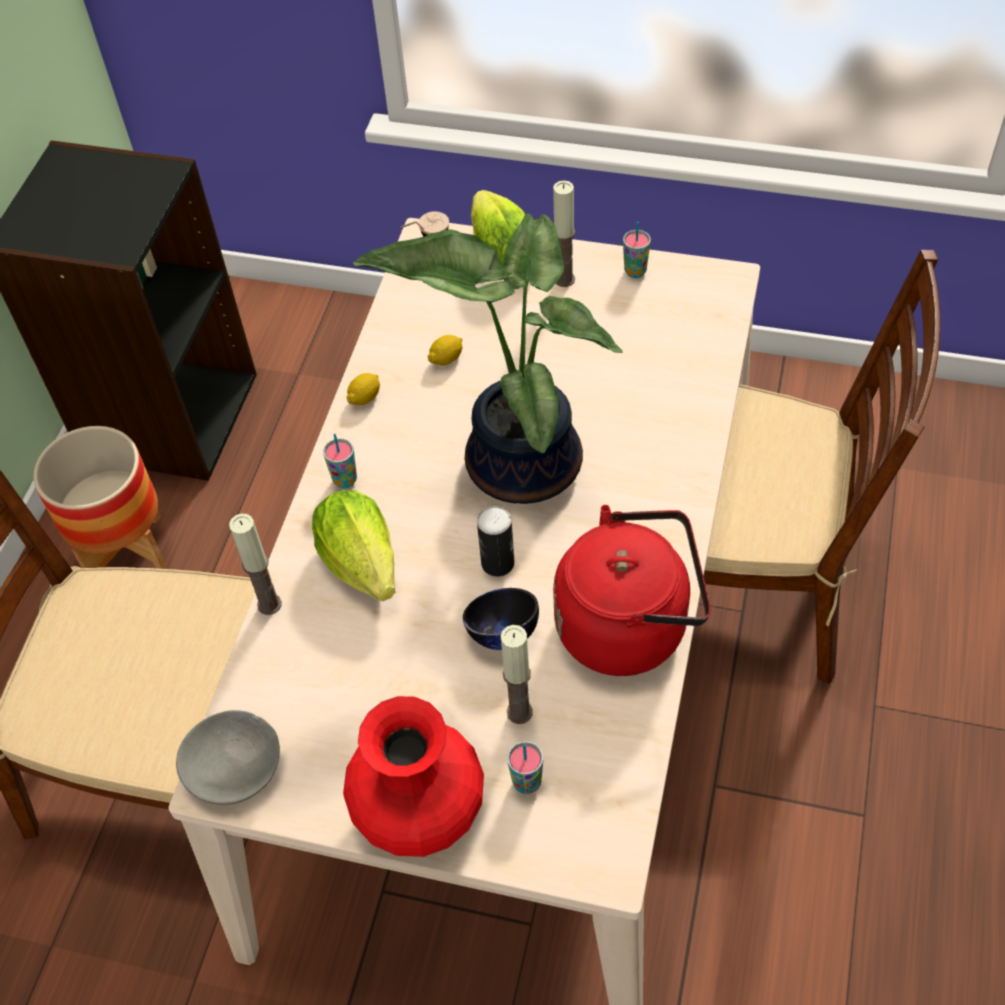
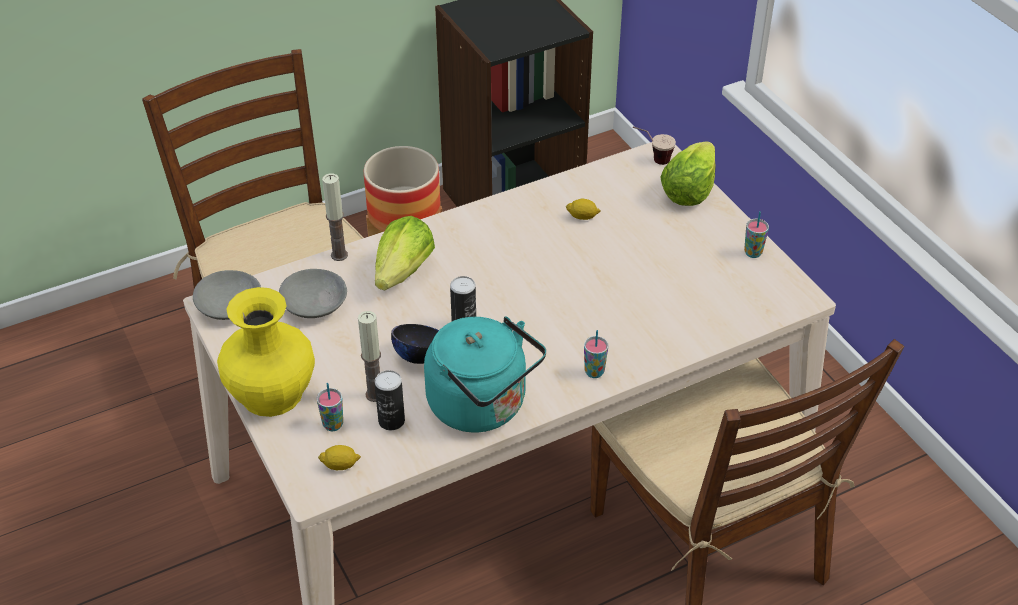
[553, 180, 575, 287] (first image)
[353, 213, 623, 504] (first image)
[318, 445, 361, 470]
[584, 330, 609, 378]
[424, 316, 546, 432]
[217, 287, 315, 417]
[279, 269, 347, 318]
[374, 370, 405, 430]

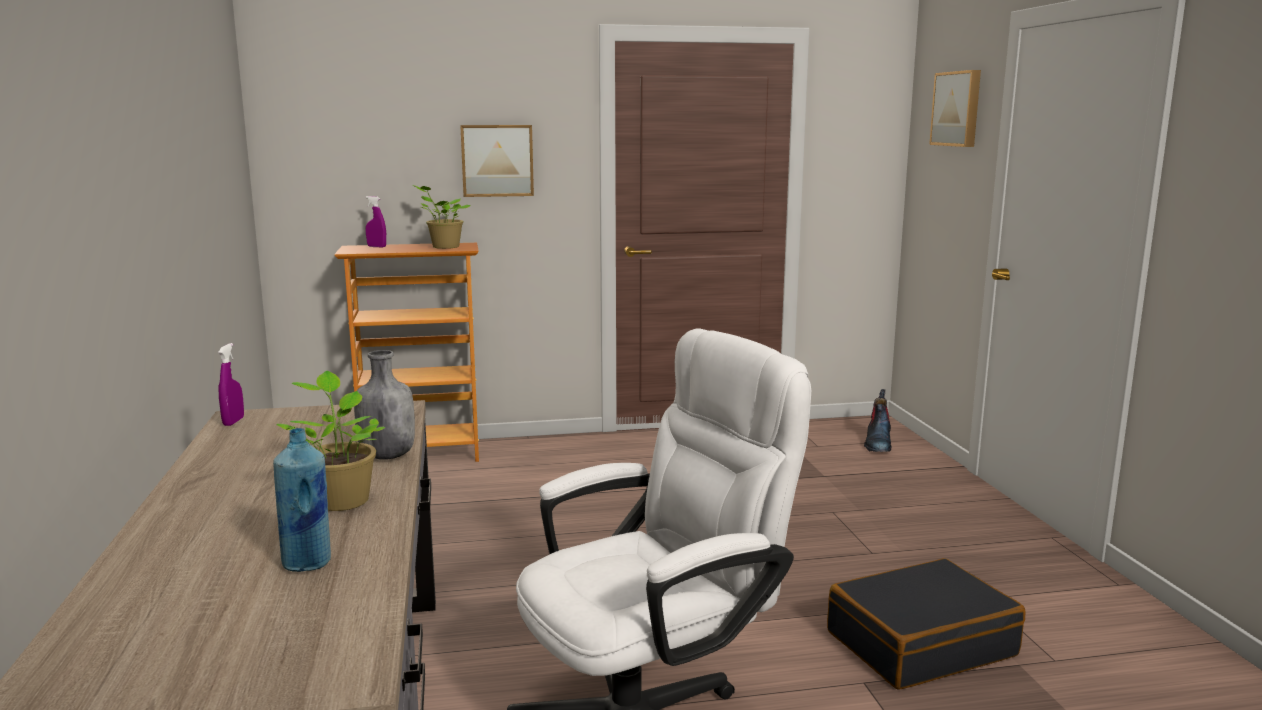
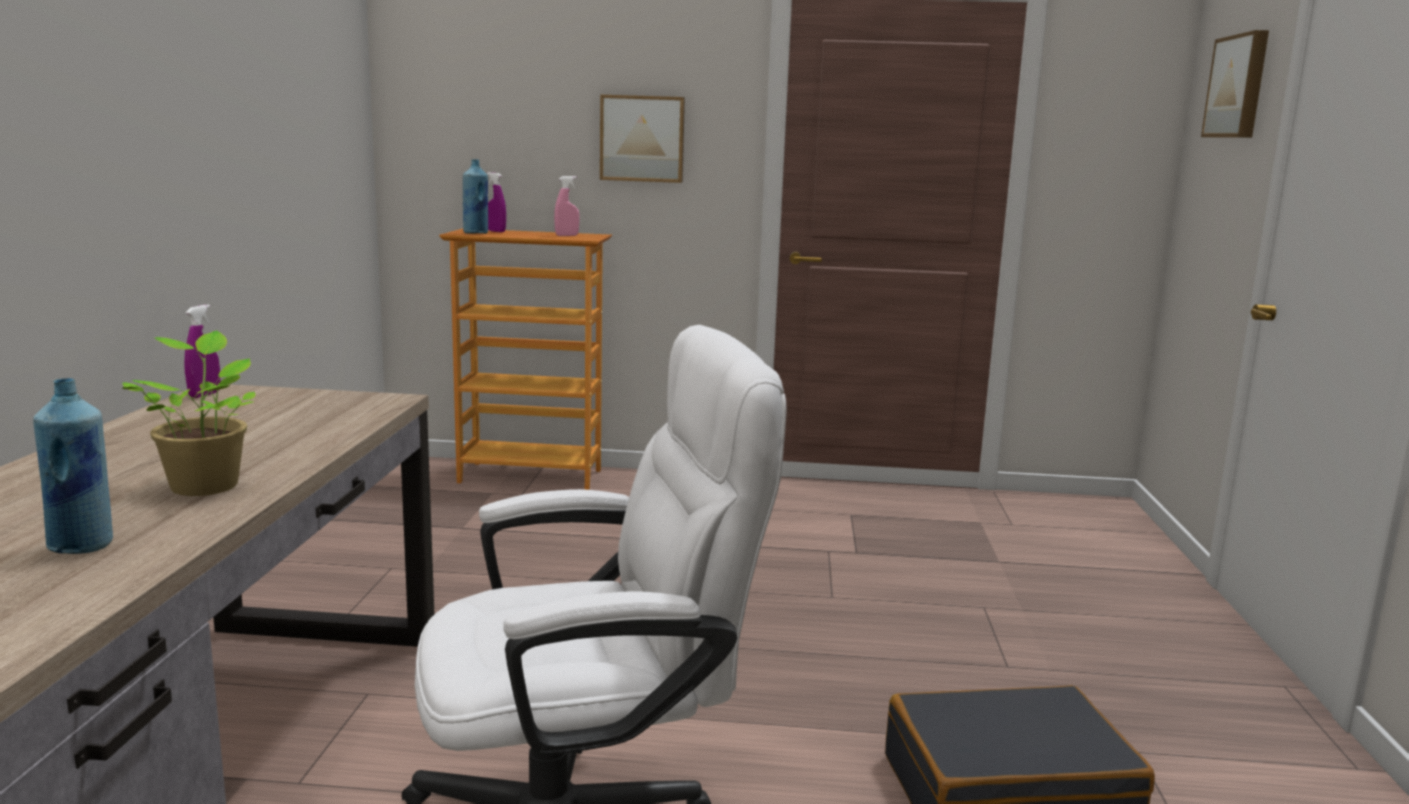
[554, 176, 580, 236]
[354, 350, 415, 460] (first image)
[864, 389, 892, 452] (first image)
[463, 159, 488, 234]

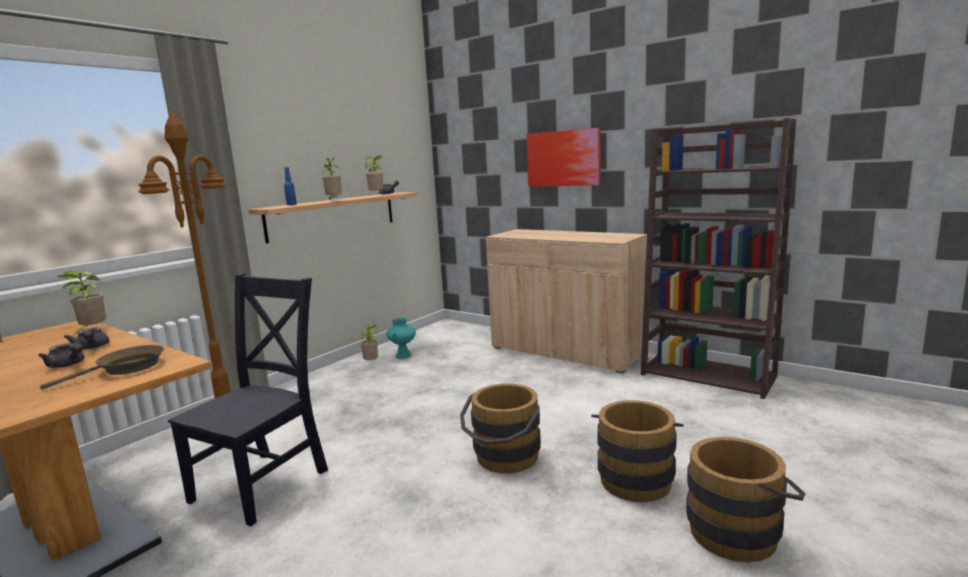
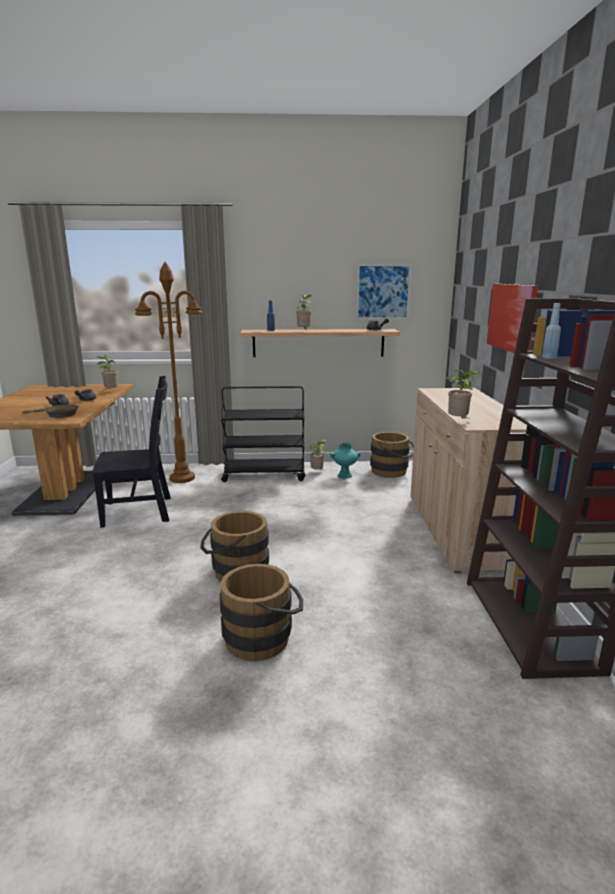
[448, 370, 479, 420]
[370, 432, 414, 478]
[356, 264, 411, 319]
[542, 303, 561, 359]
[221, 386, 305, 482]

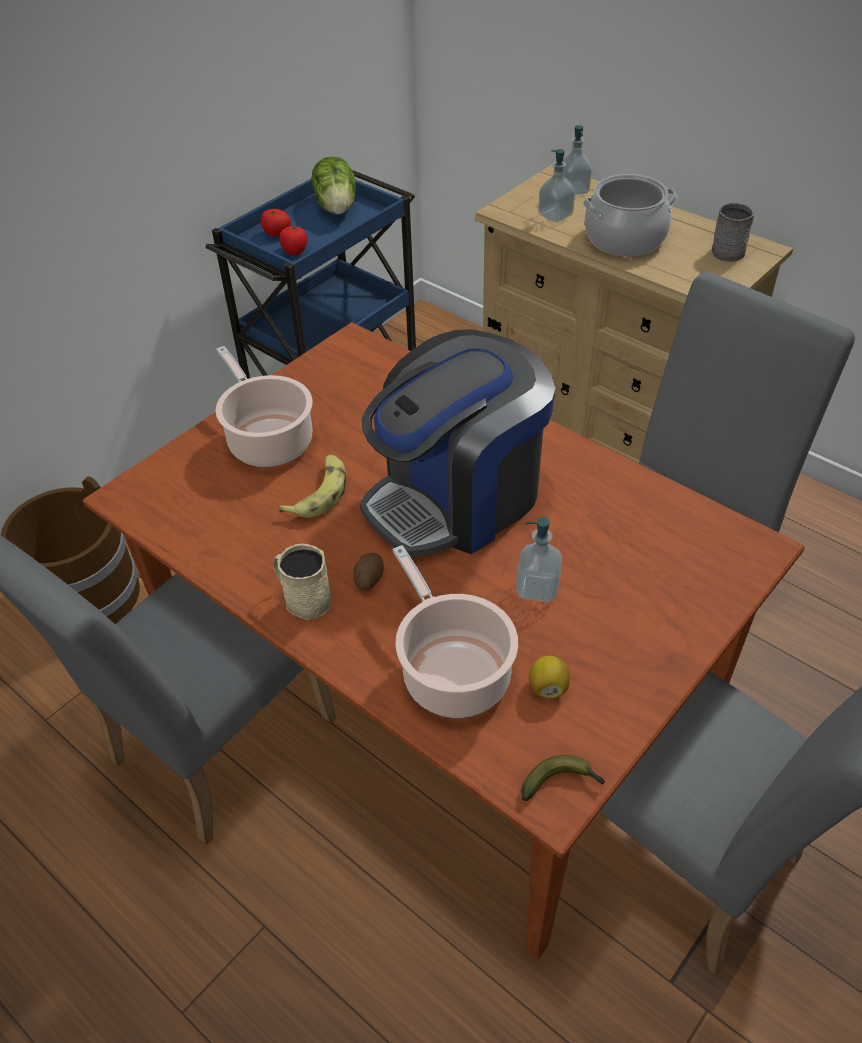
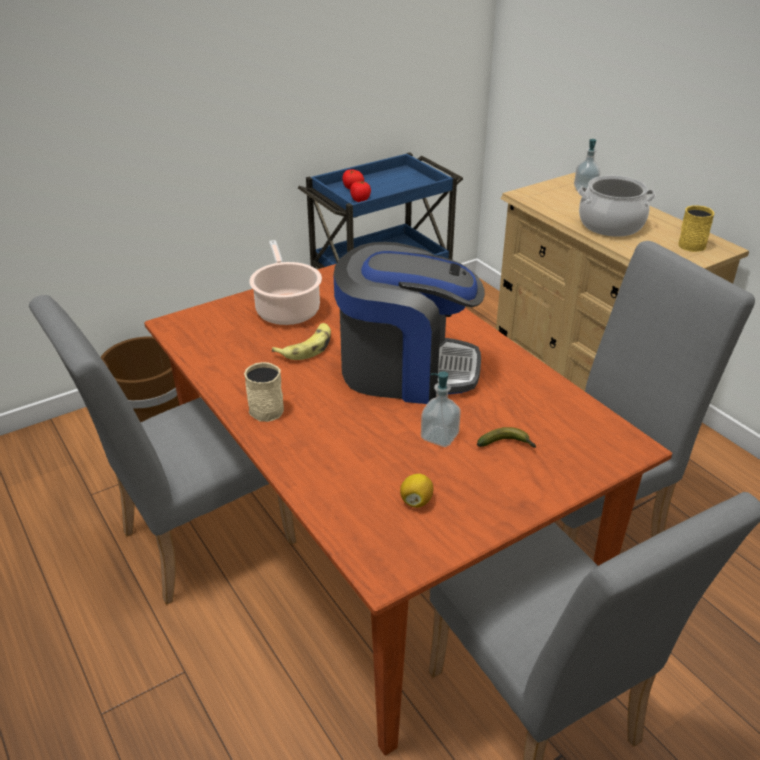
[538, 149, 575, 222] (first image)
[312, 156, 356, 215] (first image)
[678, 205, 714, 252]
[334, 242, 485, 404]
[393, 545, 518, 718] (first image)
[353, 553, 384, 590] (first image)
[477, 427, 537, 448]

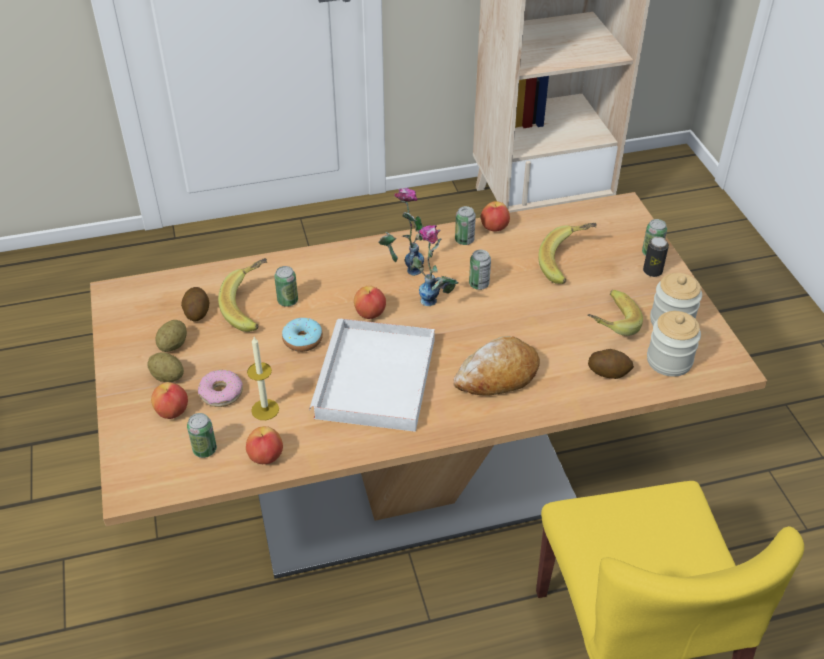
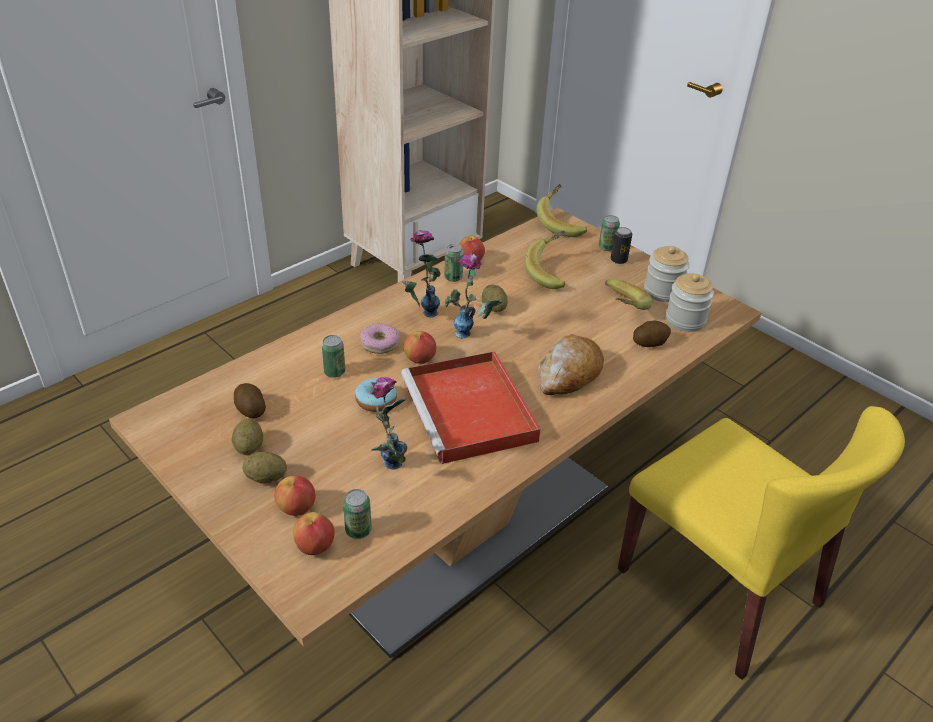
[482, 285, 508, 312]
[537, 184, 587, 237]
[401, 351, 541, 464]
[370, 377, 407, 470]
[360, 323, 400, 354]
[293, 512, 335, 555]

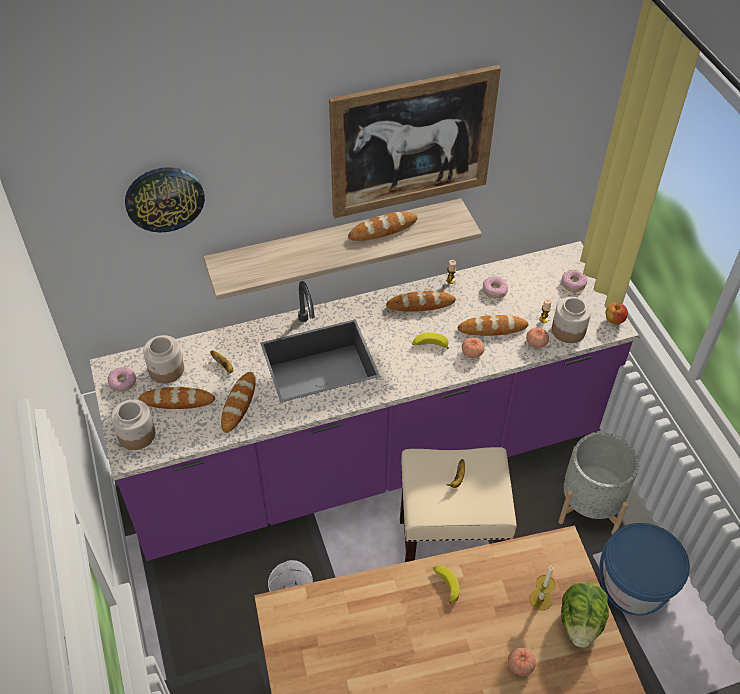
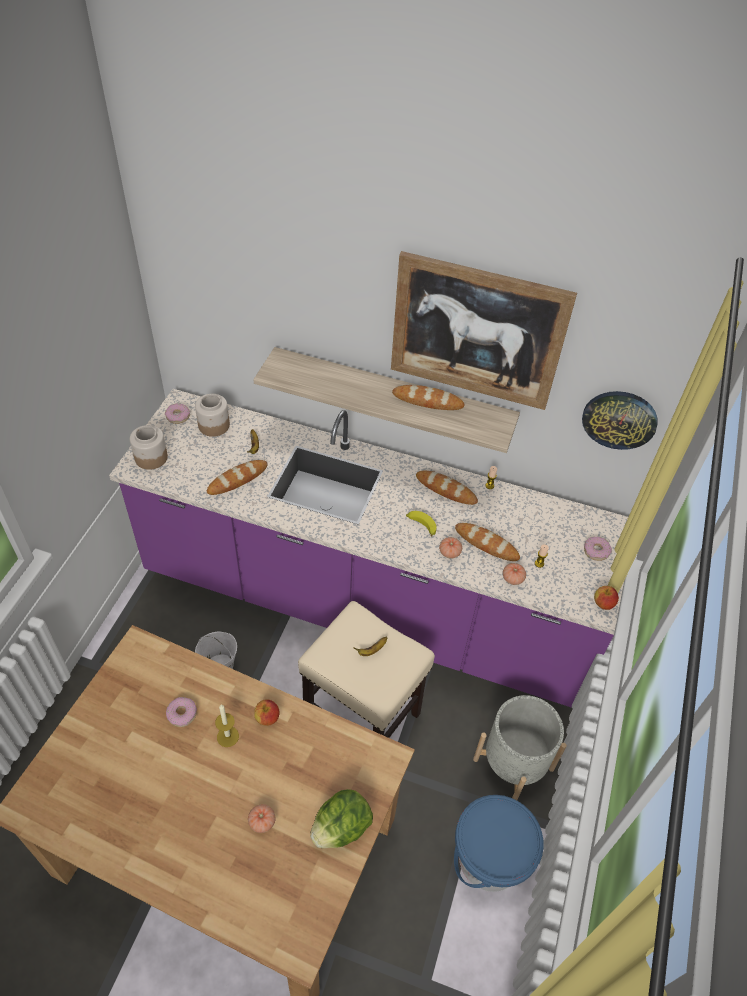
[582, 391, 658, 450]
[166, 697, 197, 727]
[552, 297, 591, 343] (first image)
[139, 387, 215, 409] (first image)
[254, 699, 280, 726]
[215, 705, 239, 747]

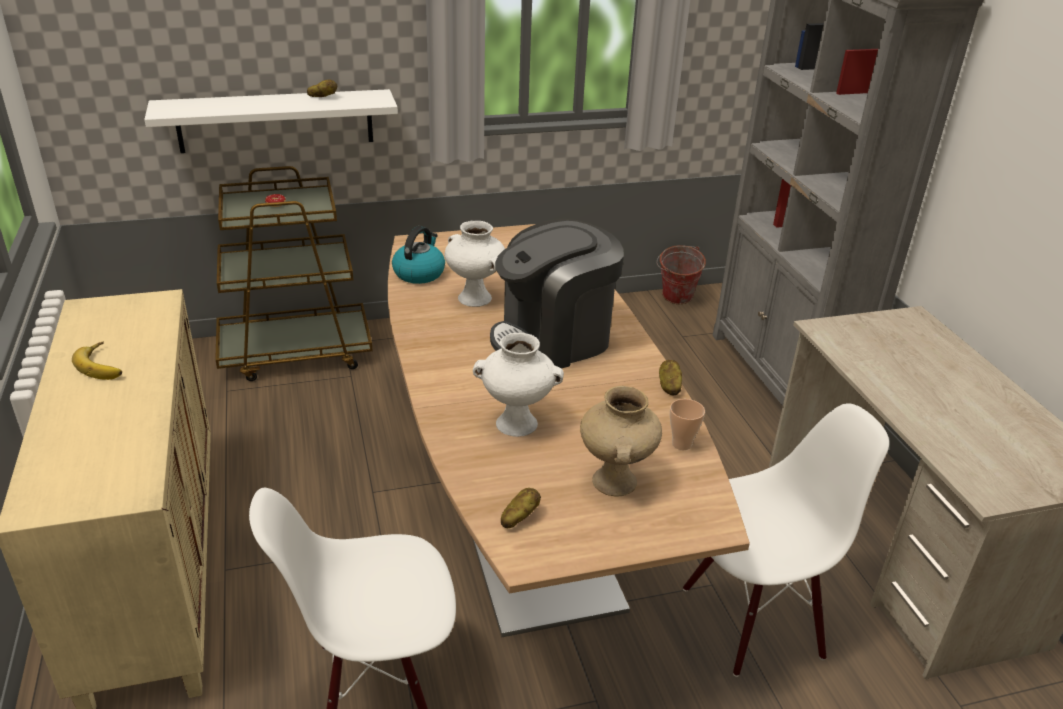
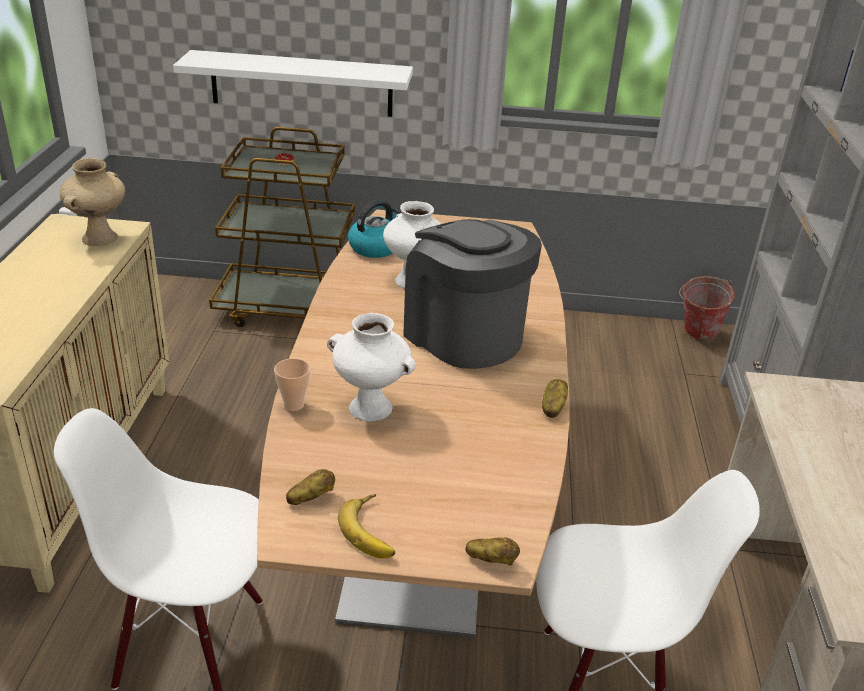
[465, 537, 520, 565]
[403, 219, 542, 369]
[338, 494, 395, 559]
[59, 158, 125, 246]
[274, 358, 310, 411]

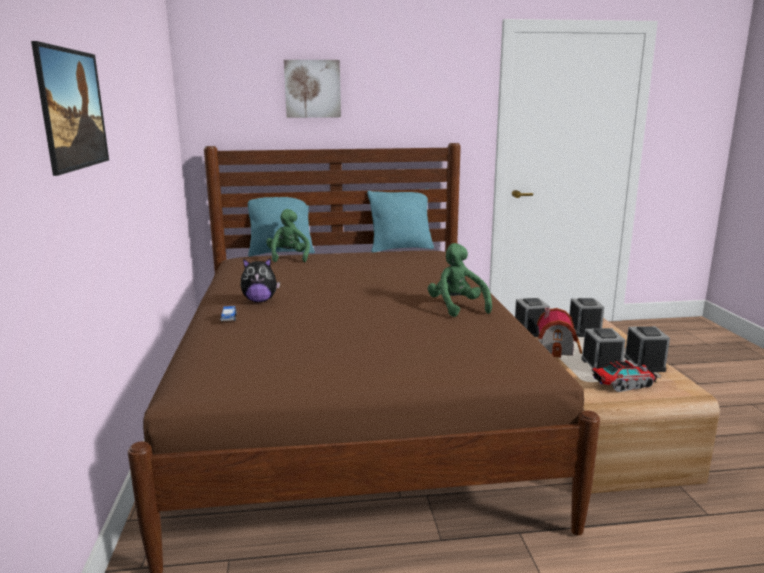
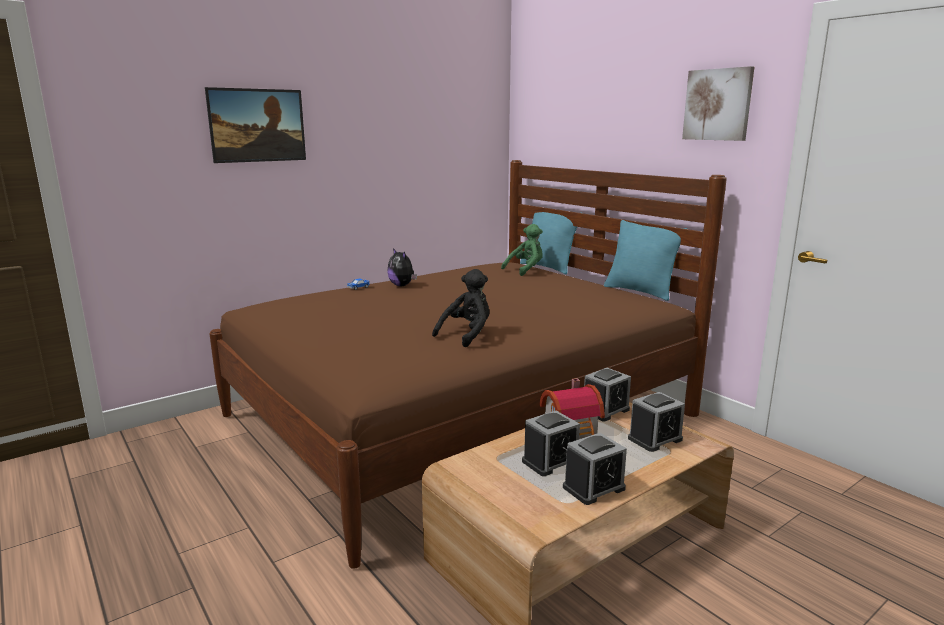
[682, 66, 754, 141]
[432, 269, 489, 347]
[593, 360, 658, 392] (first image)

